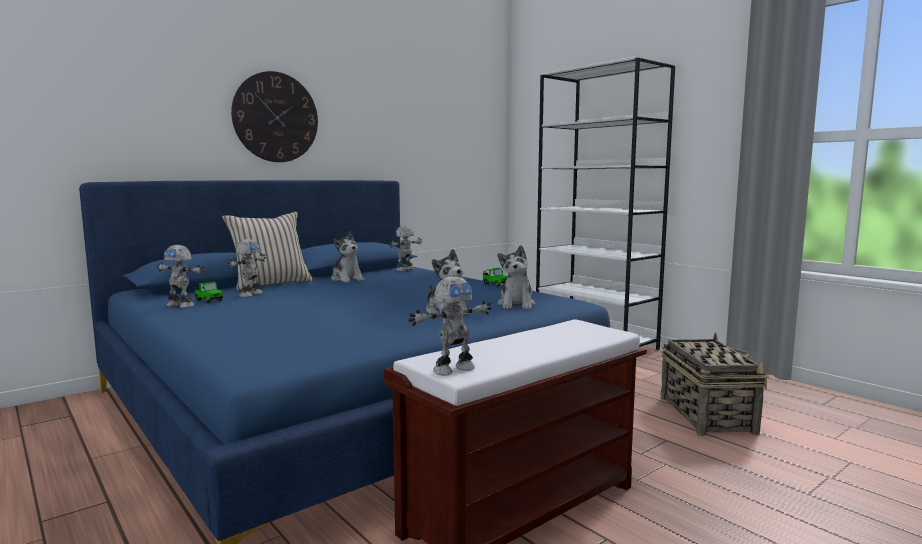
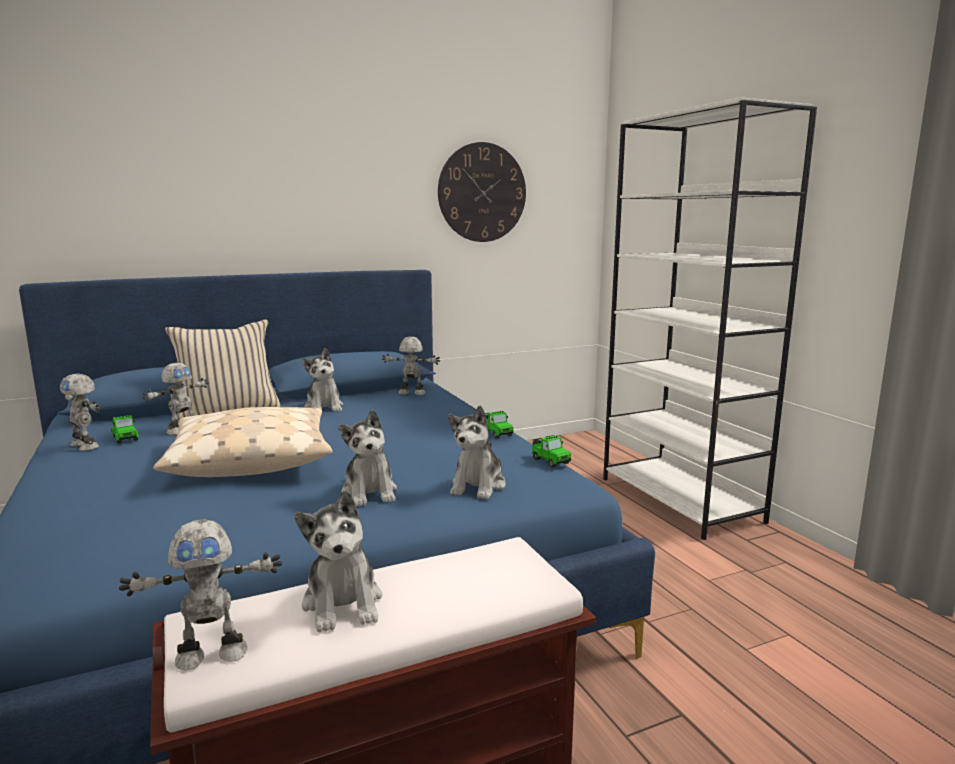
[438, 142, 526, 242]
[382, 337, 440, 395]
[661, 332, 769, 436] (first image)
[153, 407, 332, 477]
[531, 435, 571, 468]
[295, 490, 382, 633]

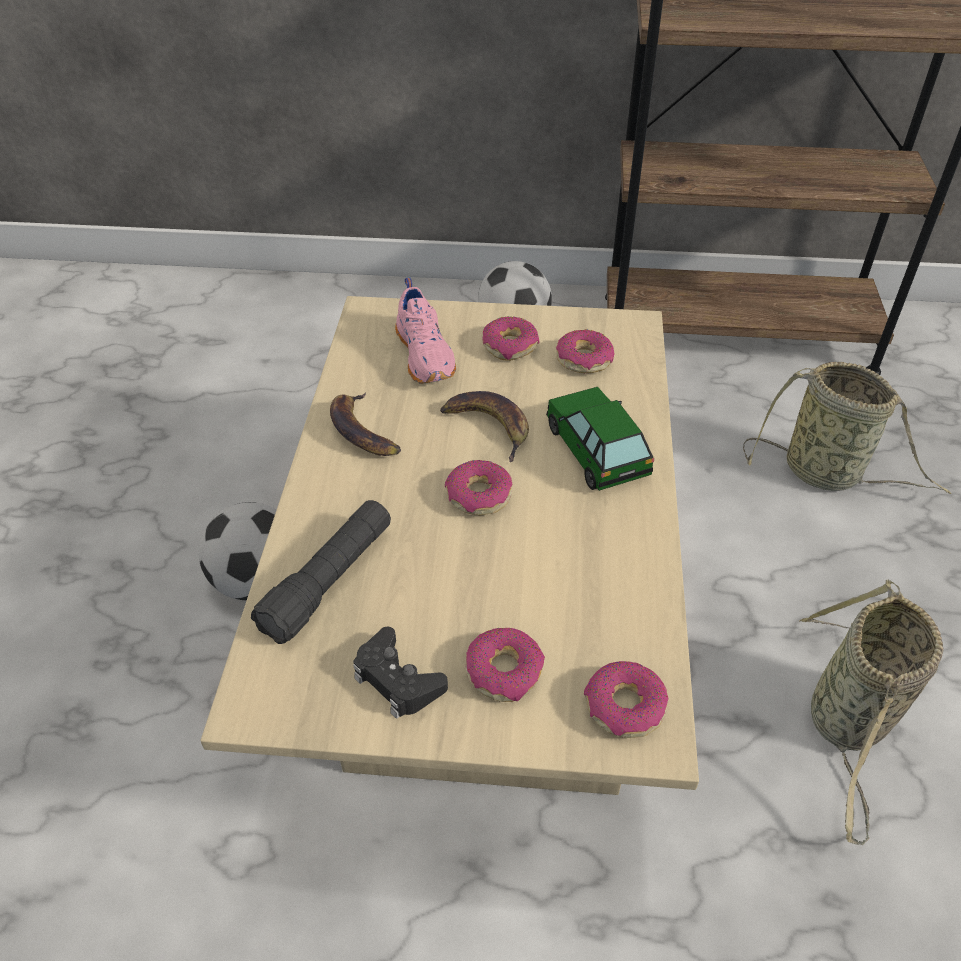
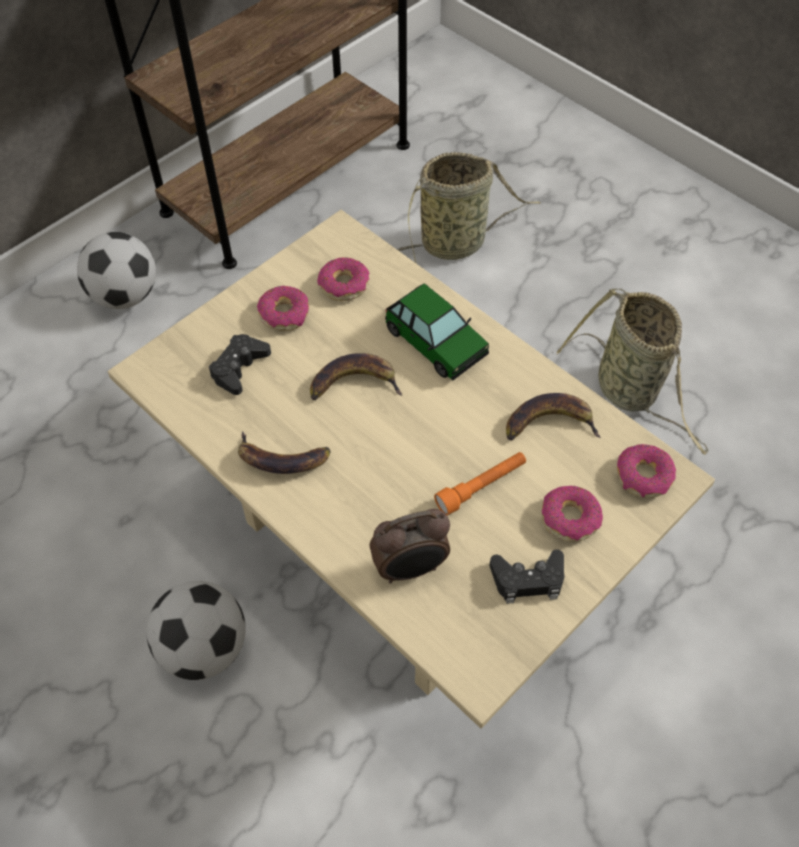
[209, 334, 271, 395]
[385, 283, 489, 380]
[445, 460, 512, 515] (first image)
[370, 509, 450, 583]
[506, 393, 601, 440]
[434, 452, 526, 515]

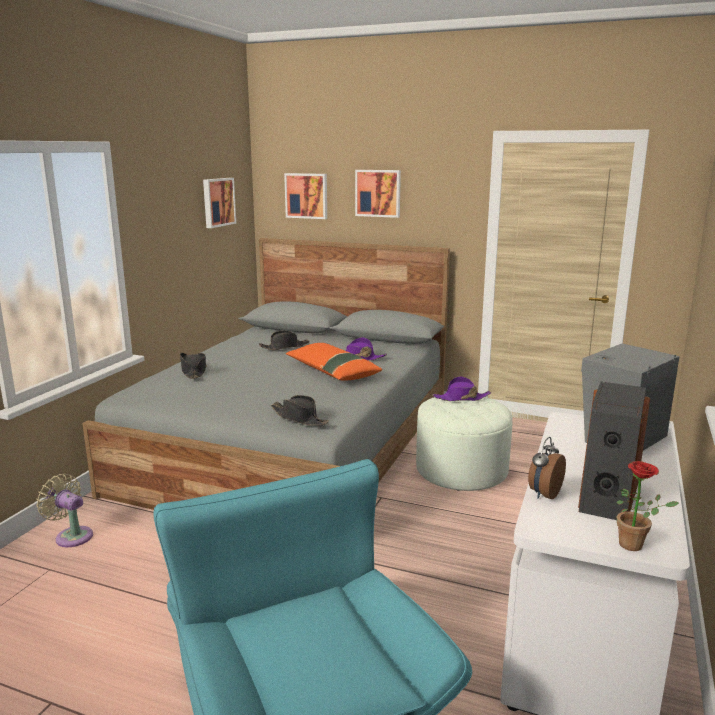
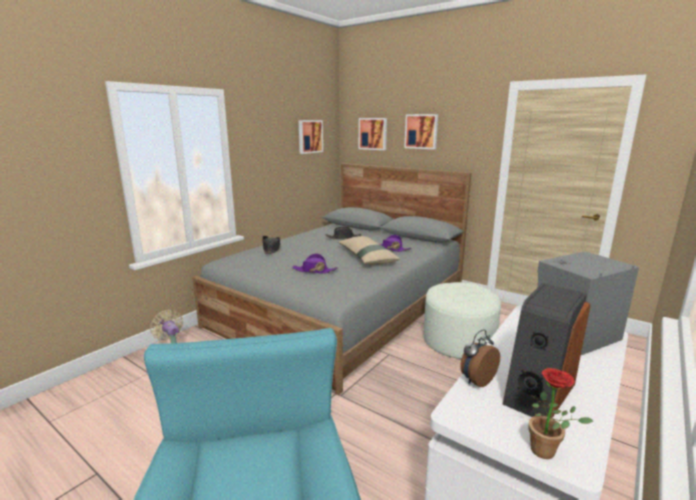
[338, 236, 400, 265]
[292, 253, 338, 274]
[271, 395, 329, 426] (first image)

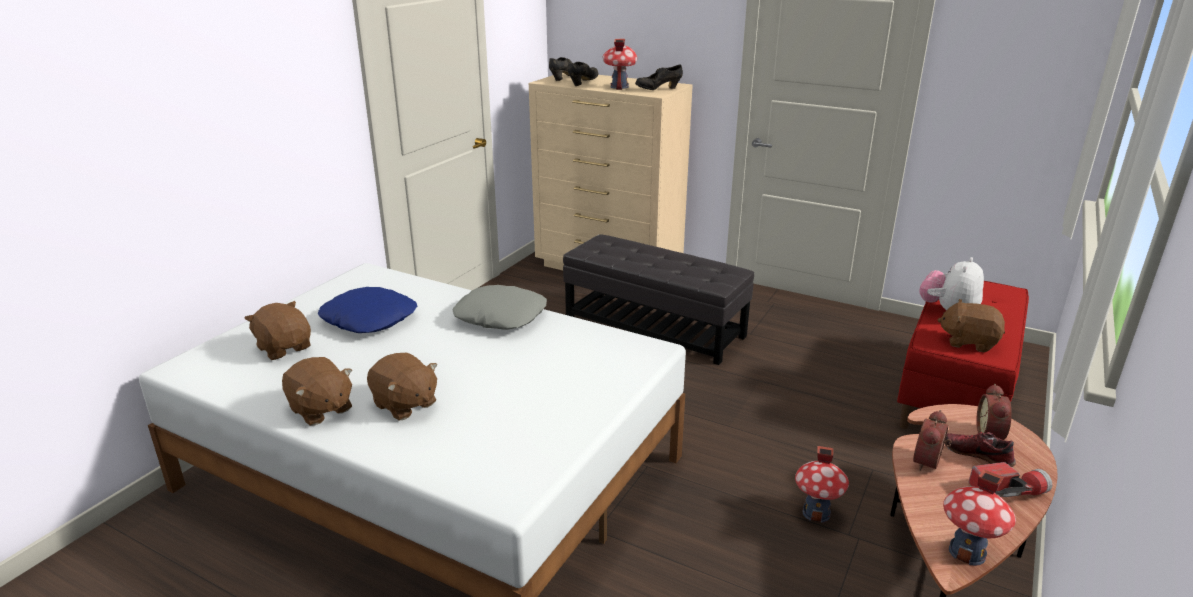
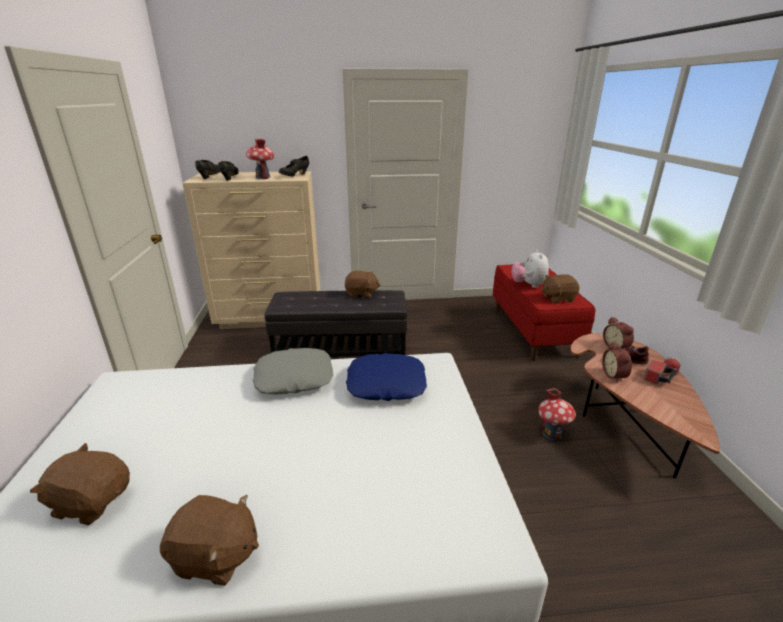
[346, 353, 427, 401]
[345, 271, 380, 298]
[943, 469, 1016, 566] (first image)

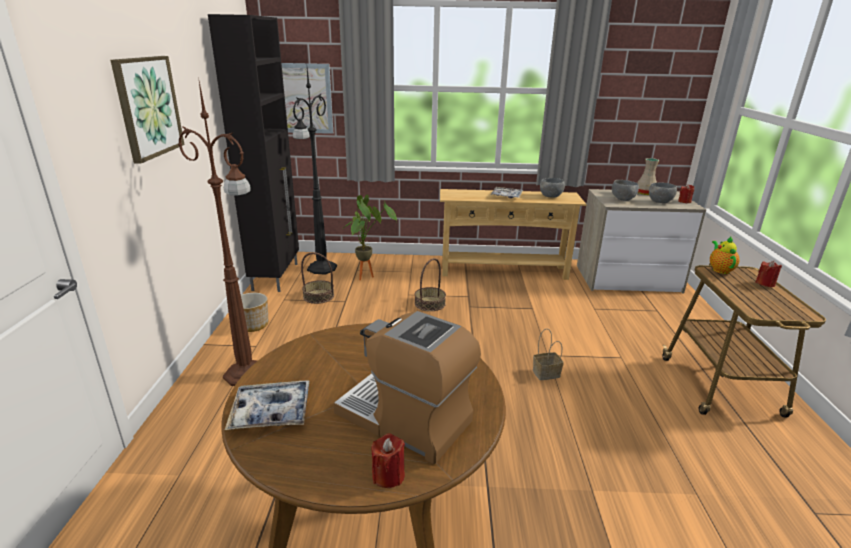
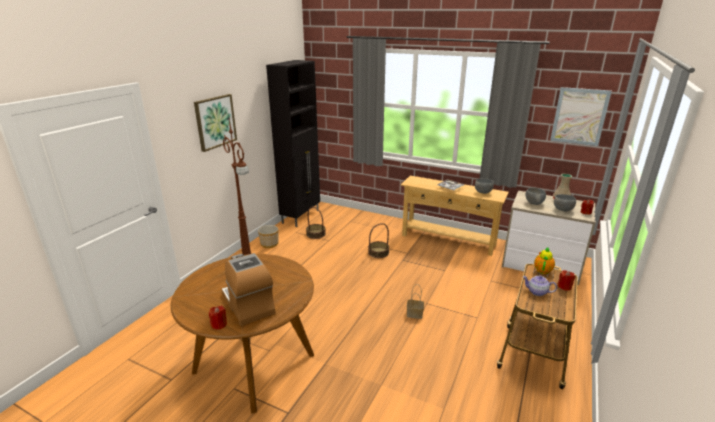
[550, 87, 612, 146]
[293, 68, 337, 275] (first image)
[345, 195, 397, 280] (first image)
[225, 381, 309, 430] (first image)
[523, 275, 557, 296]

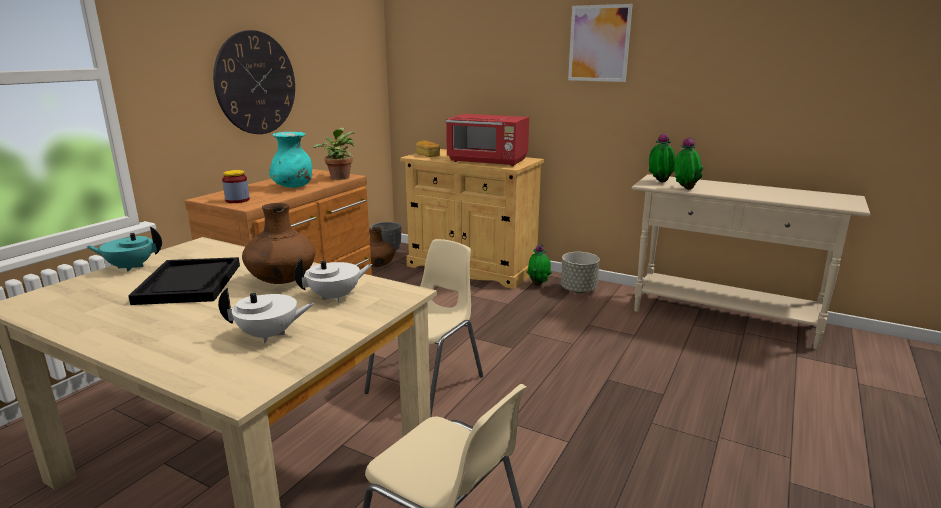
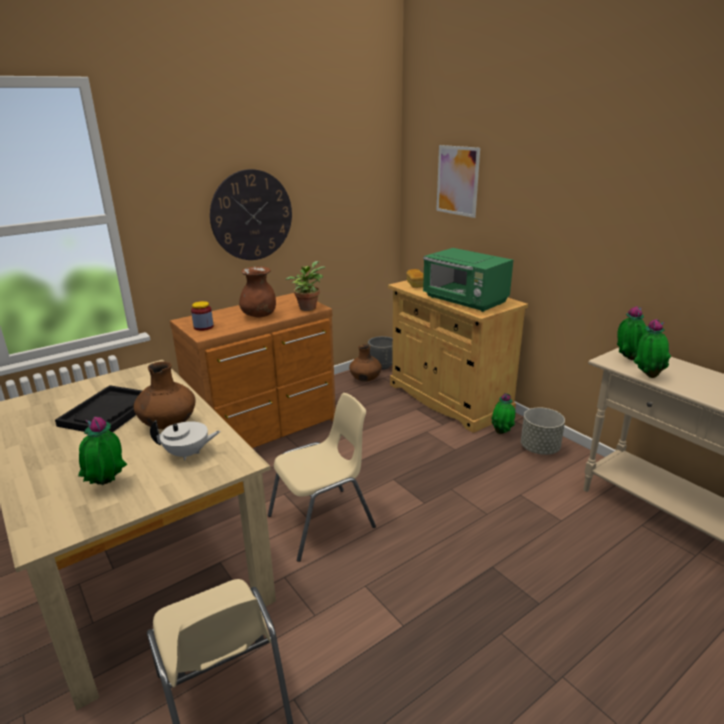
[436, 145, 480, 218]
[423, 248, 513, 312]
[239, 267, 276, 318]
[86, 227, 162, 271] (first image)
[78, 417, 127, 485]

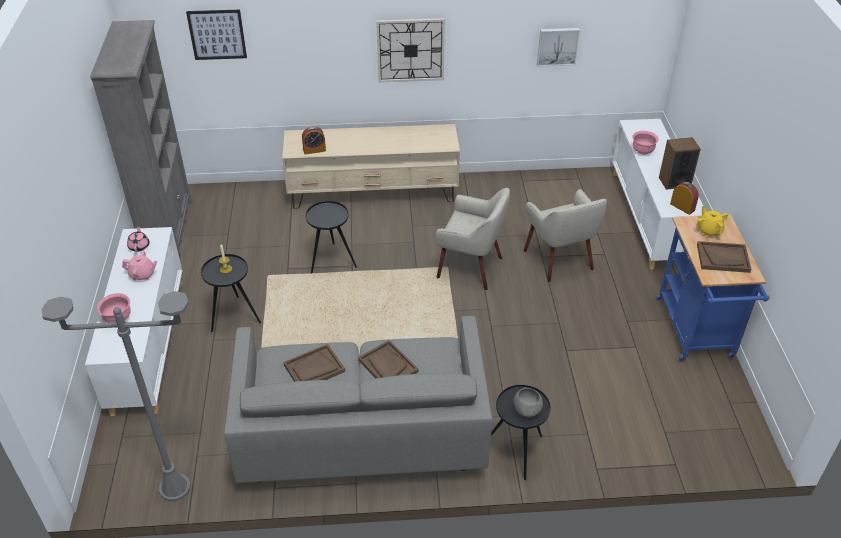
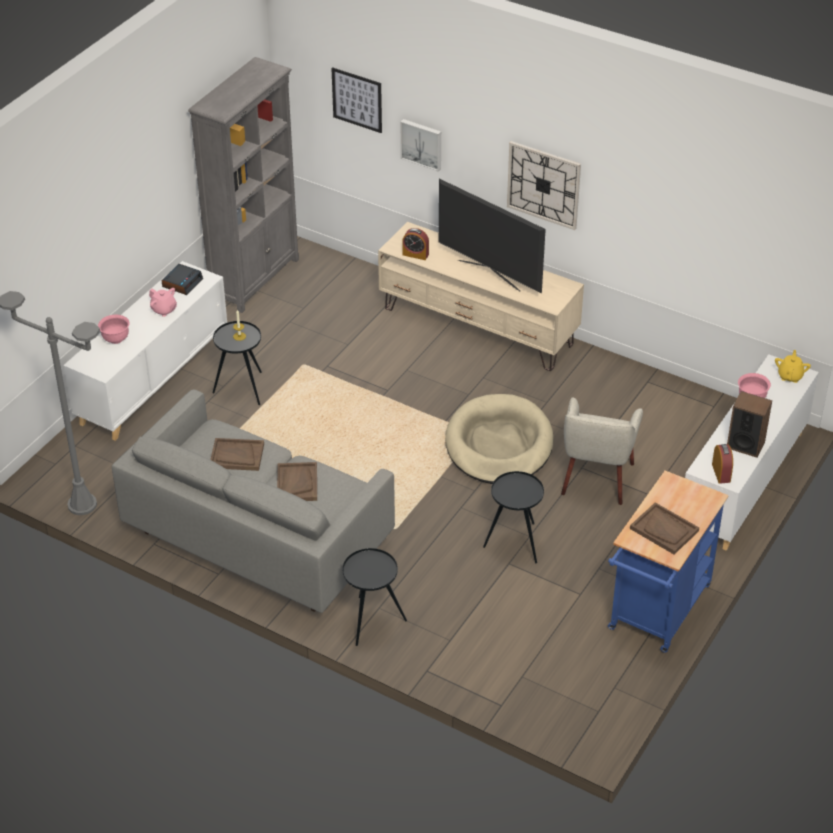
[400, 119, 441, 171]
[445, 394, 554, 484]
[483, 471, 544, 563]
[775, 350, 811, 383]
[162, 264, 203, 295]
[513, 388, 543, 417] (first image)
[439, 179, 546, 294]

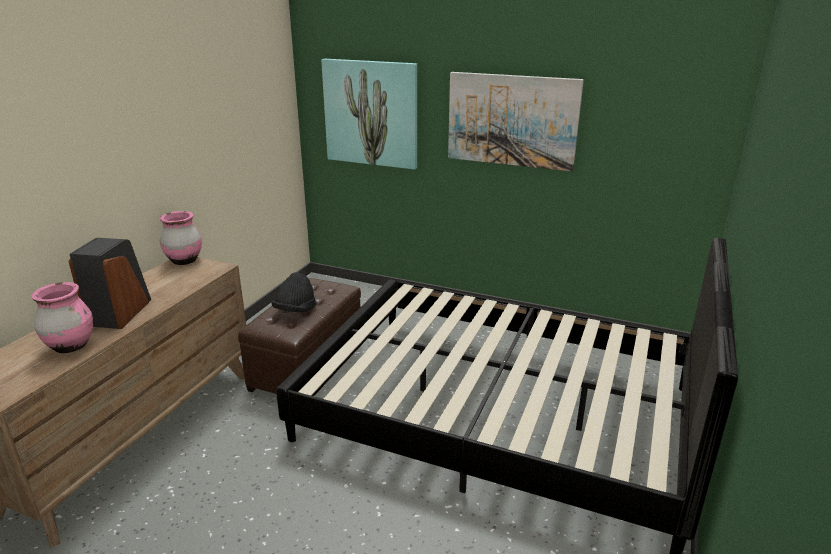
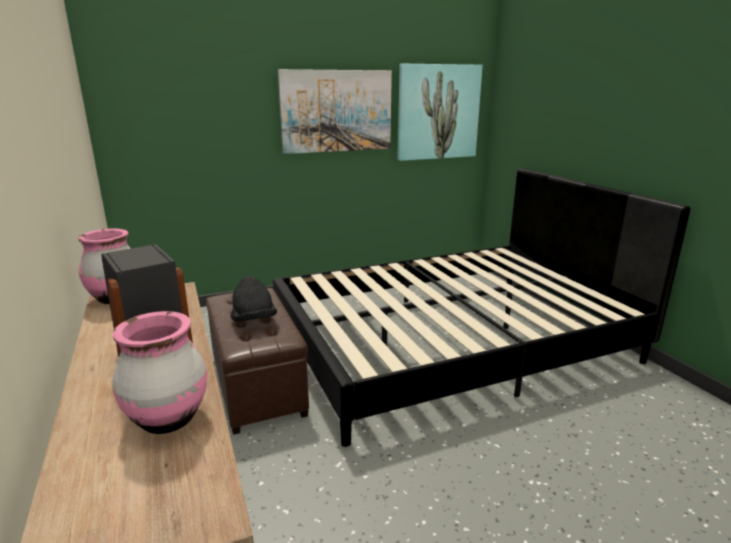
[397, 64, 483, 161]

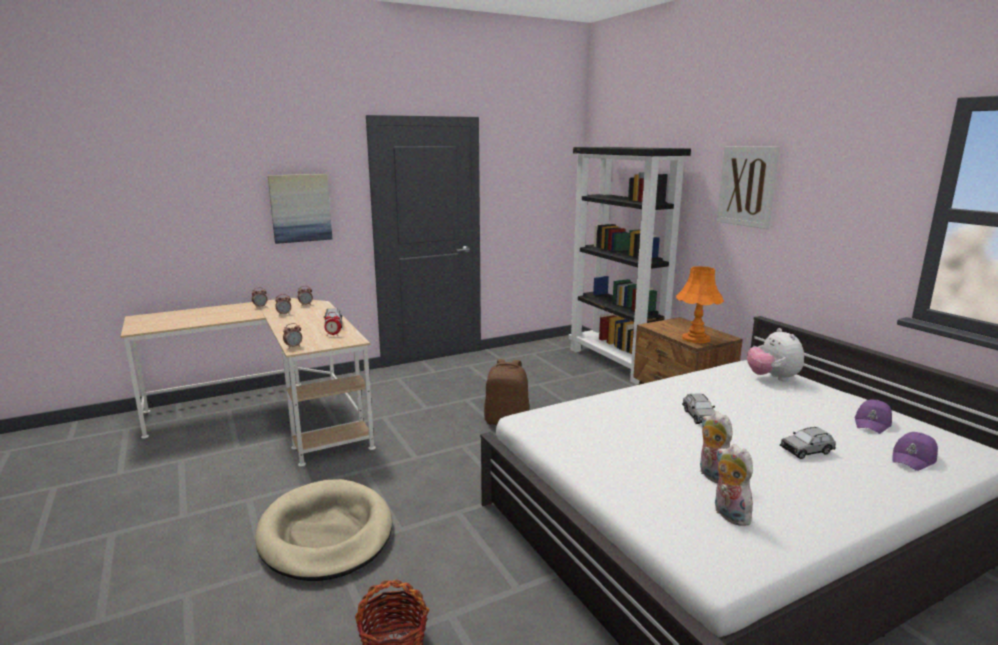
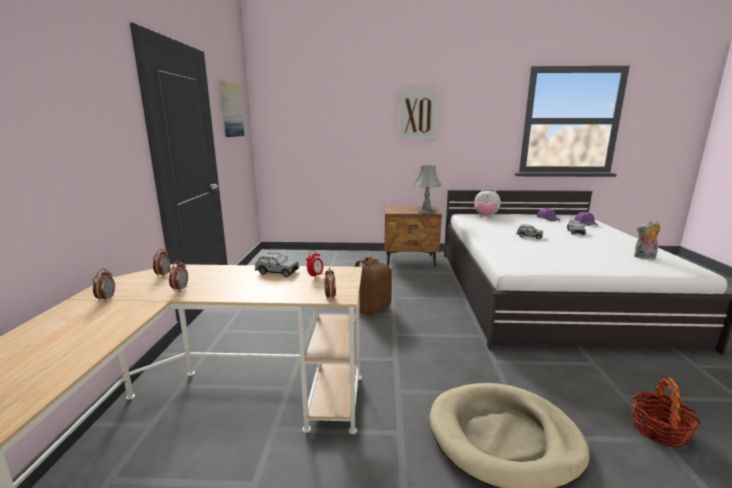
[569, 147, 691, 385] (first image)
[220, 81, 244, 137]
[413, 165, 442, 213]
[700, 411, 732, 484] (first image)

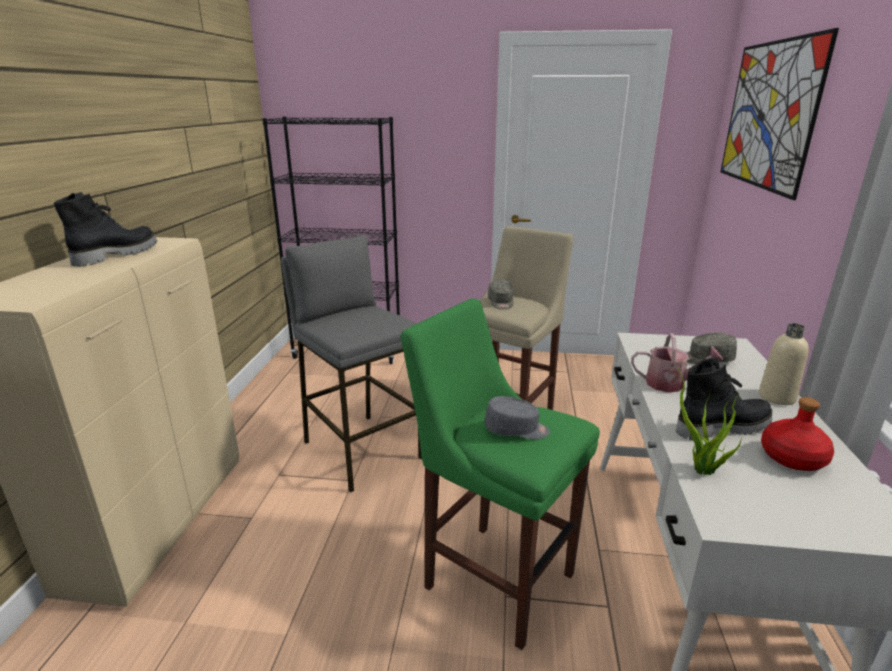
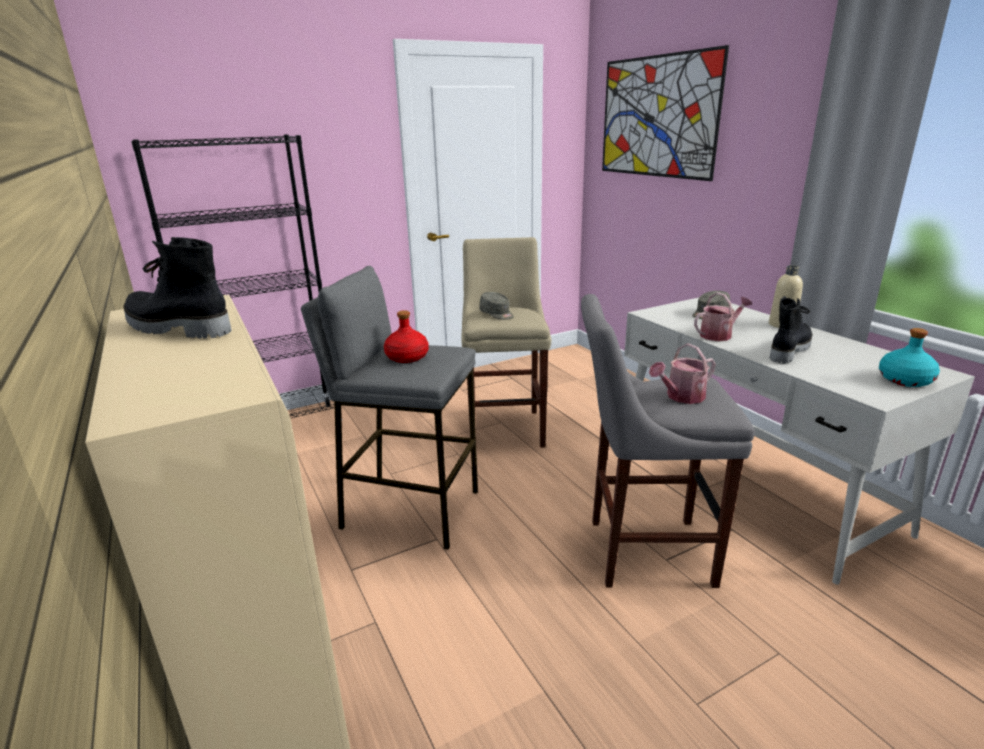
[123, 237, 232, 339]
[581, 294, 755, 588]
[677, 367, 744, 475] (first image)
[649, 343, 716, 404]
[384, 310, 429, 363]
[879, 328, 940, 387]

